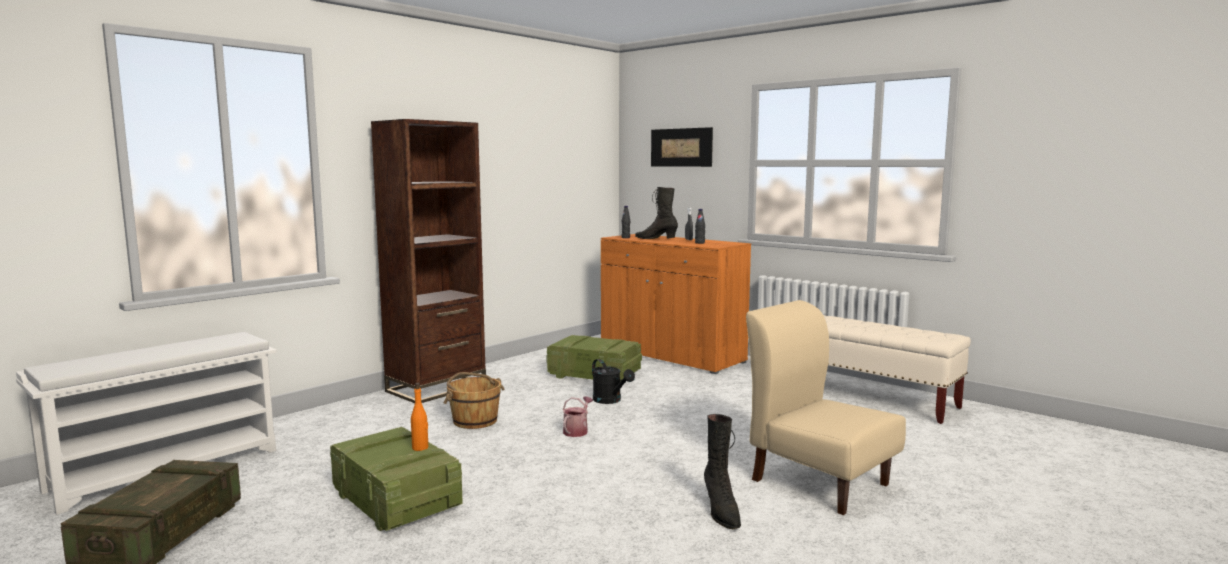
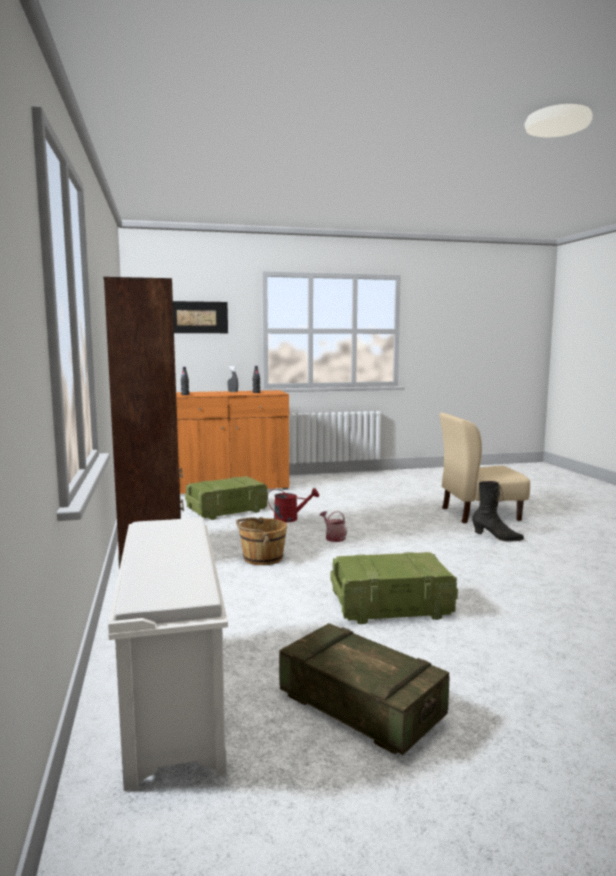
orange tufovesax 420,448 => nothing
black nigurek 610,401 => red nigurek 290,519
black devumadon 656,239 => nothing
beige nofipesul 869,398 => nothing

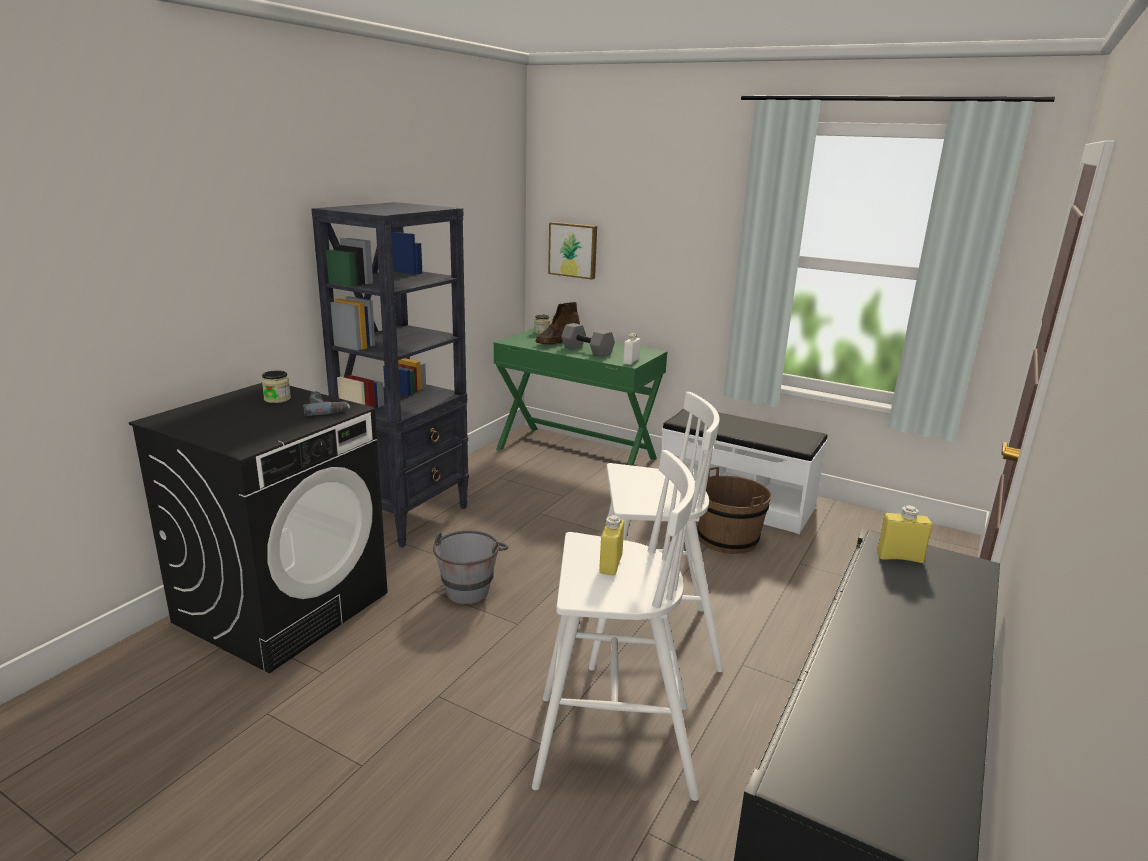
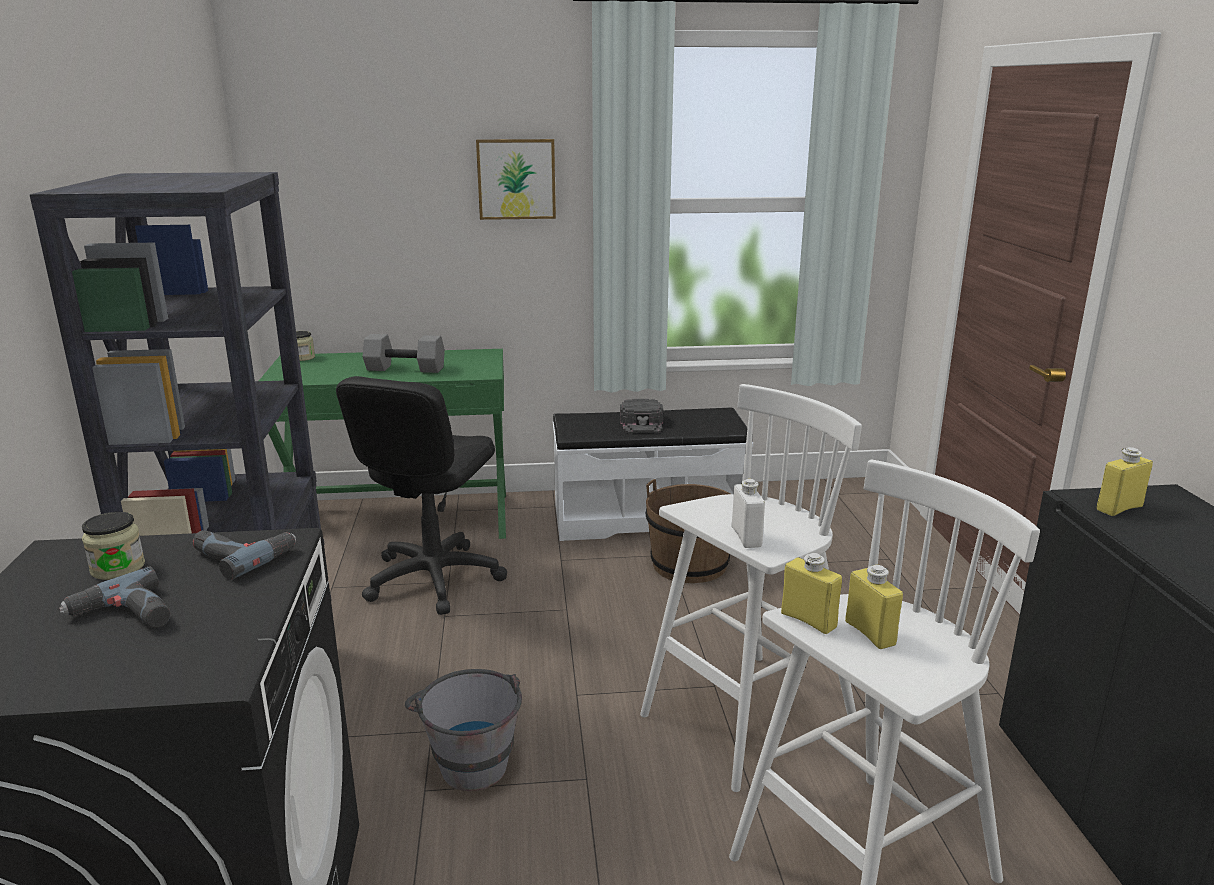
brown devumadon 558,341 => nothing
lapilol 573,250 => lapilol 516,179, move
white tufovesax 631,361 => white tufovesax 746,537, move
nothing => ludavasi 123,616
nothing => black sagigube 433,579
nothing => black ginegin 642,423
nothing => yellow tufovesax 808,620

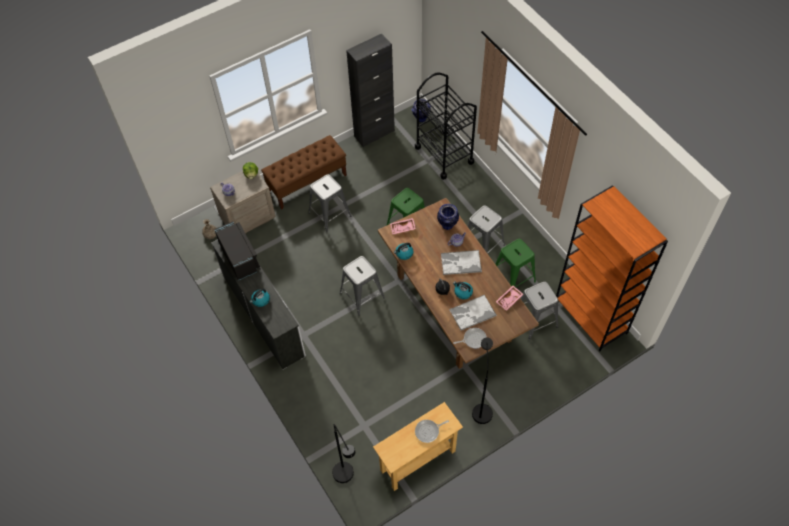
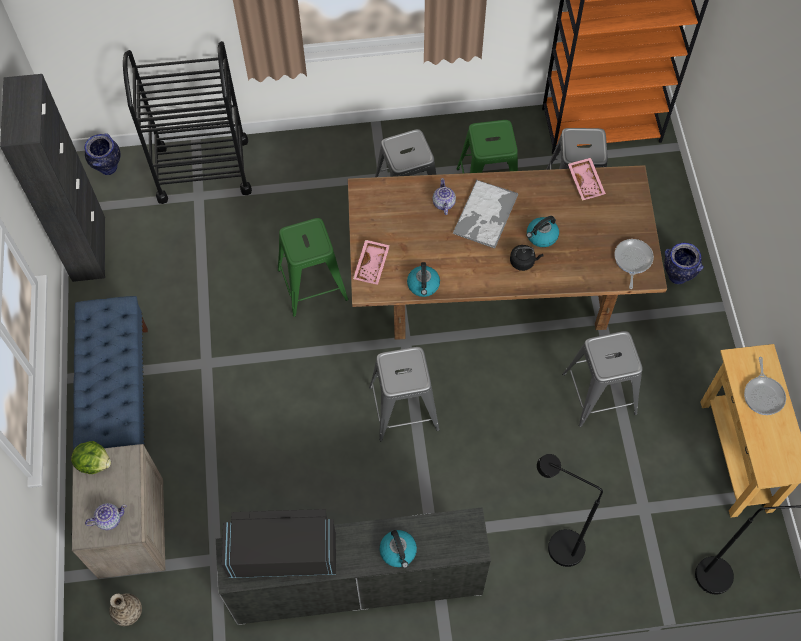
brown nofipesul 307,183 => blue nofipesul 121,397
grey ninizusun 330,214 => grey ninizusun 599,393, move
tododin 447,225 => tododin 676,276, move
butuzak 472,313 => nothing
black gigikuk 481,408 => black gigikuk 555,545, move

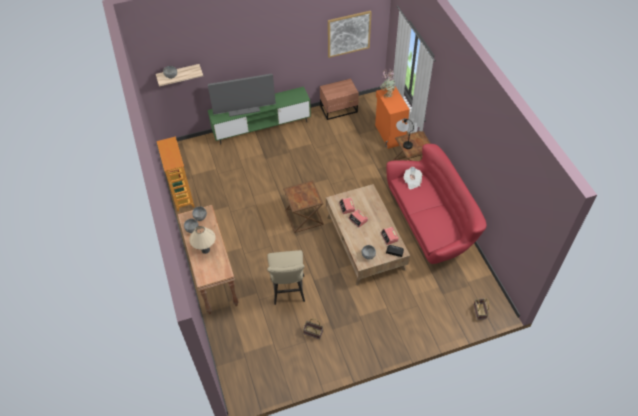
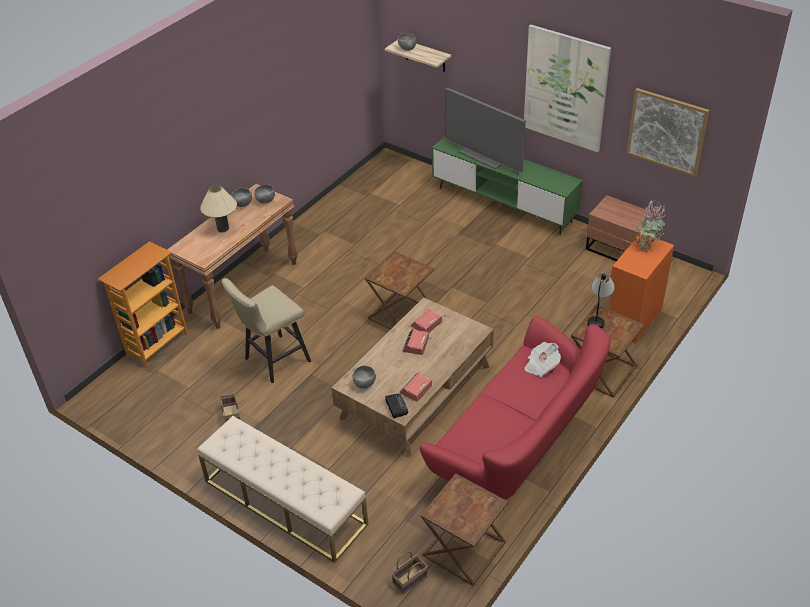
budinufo 182,196 => budinufo 157,345, move
nothing => beige nofipesul 284,502
nothing => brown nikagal 464,550
nothing => lapilol 565,88

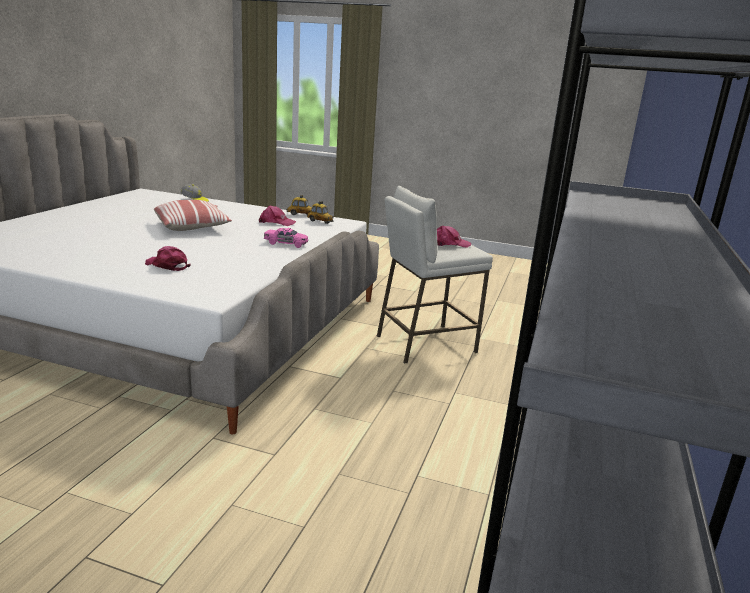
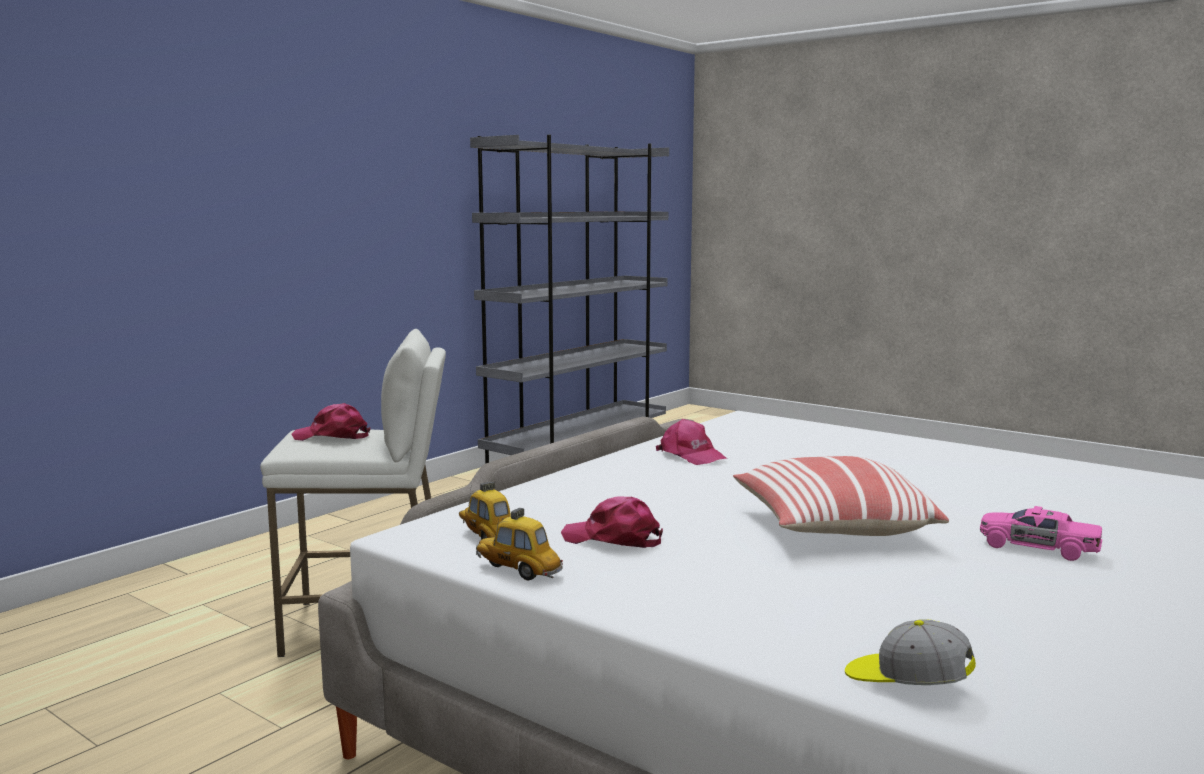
pink ginegin 167,265 => pink ginegin 691,455, move
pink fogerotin 286,244 => pink fogerotin 1038,548, move

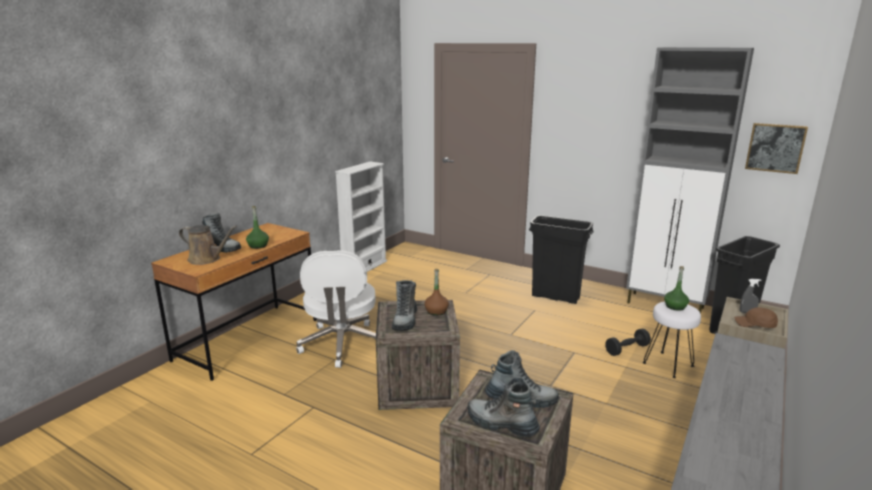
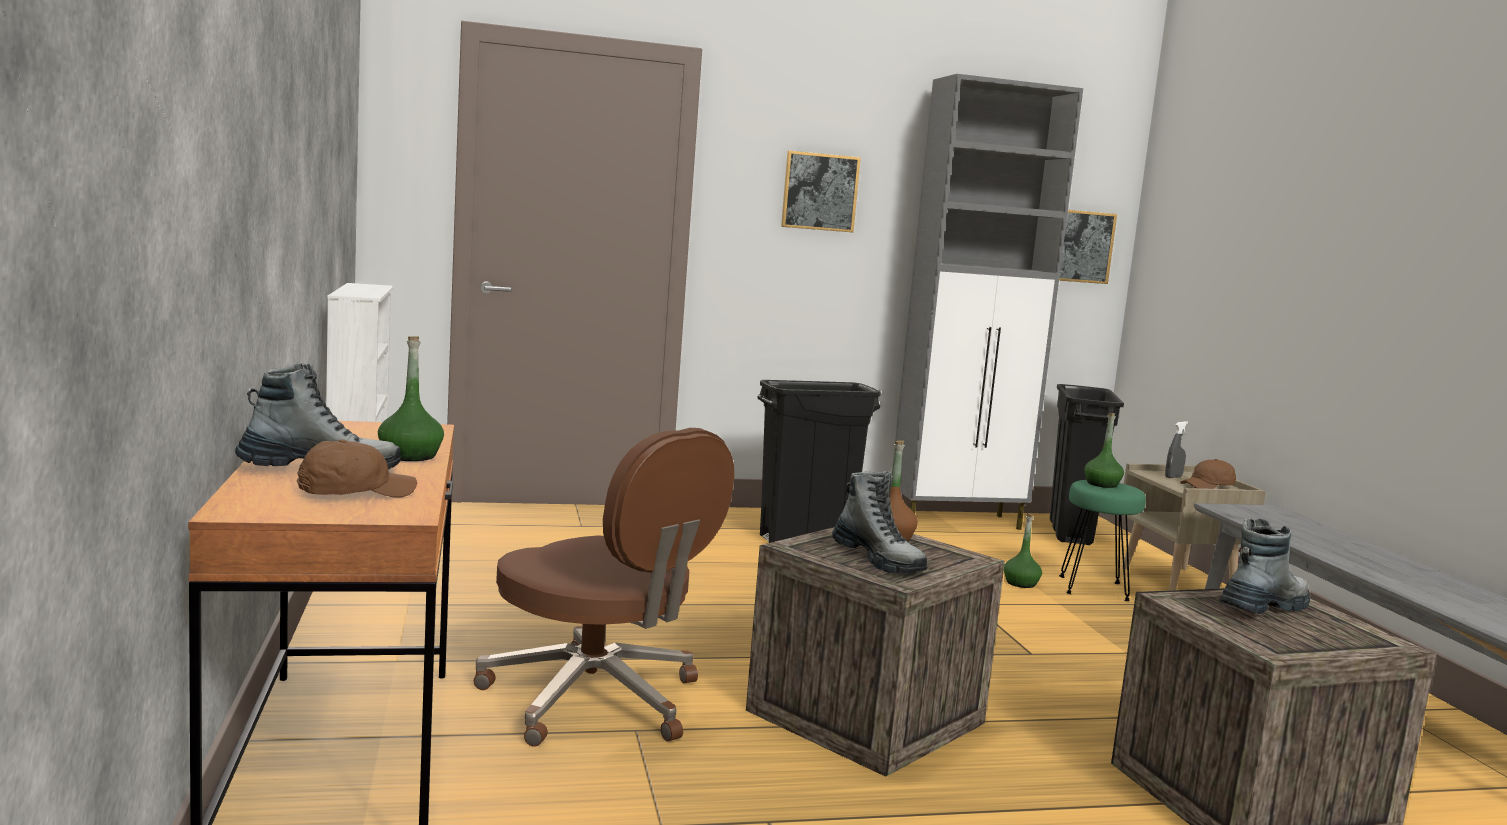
brown nigurek 207,259 => brown ginegin 355,493
white sagigube 342,344 => brown sagigube 596,701
devumadon 501,424 => nothing
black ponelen 627,349 => green tufovesax 1021,583
white ninizusun 668,365 => green ninizusun 1094,589
nothing => lapilol 820,192

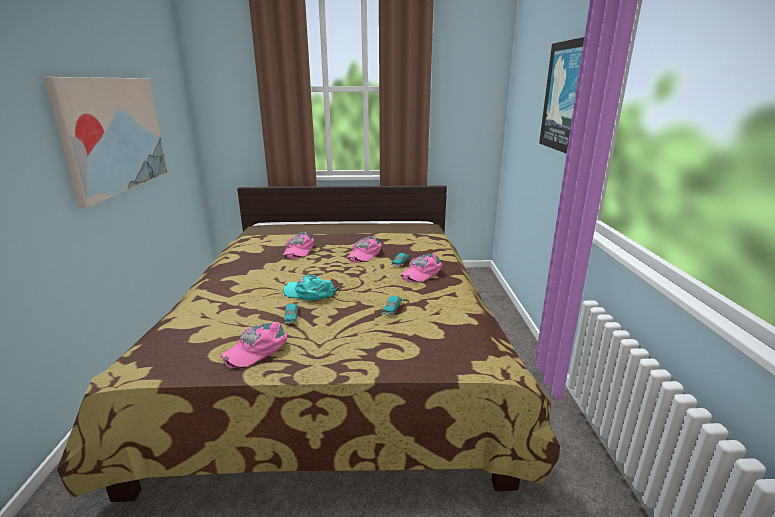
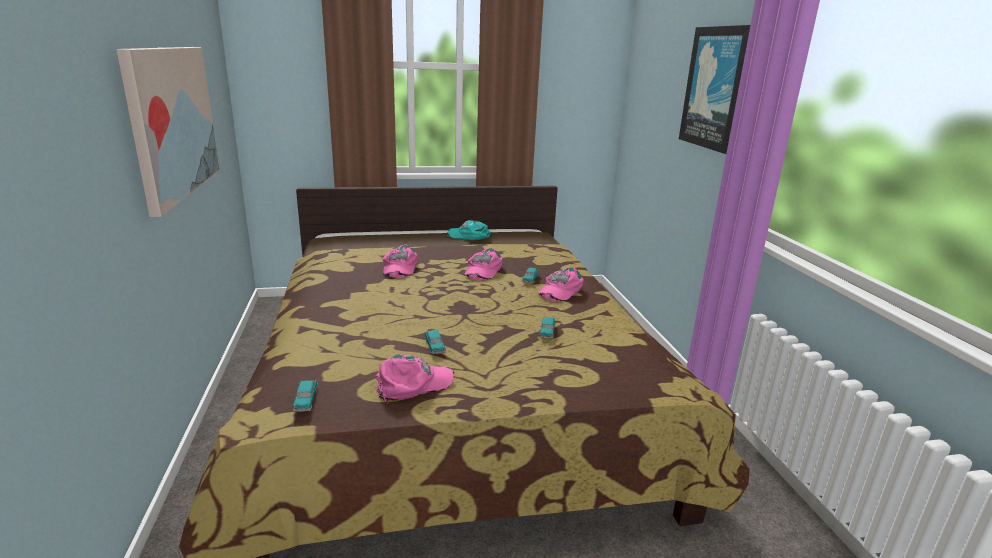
pink ginegin 256,349 => pink ginegin 413,384, 150 degrees counterclockwise
turquoise ginegin 310,293 => turquoise ginegin 469,236, move
nothing => fogerotin 305,400

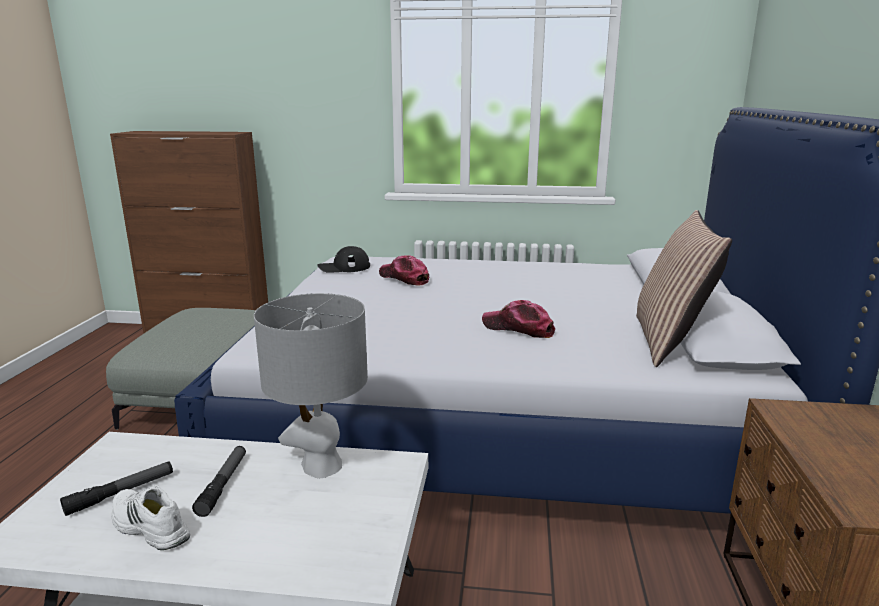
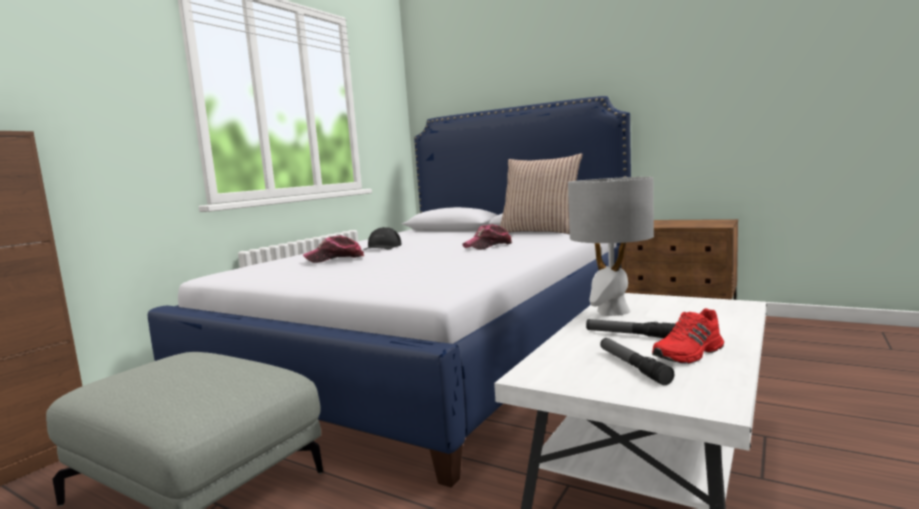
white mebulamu 148,527 => red mebulamu 690,353
black ginegin 344,267 => black ginegin 382,247, move

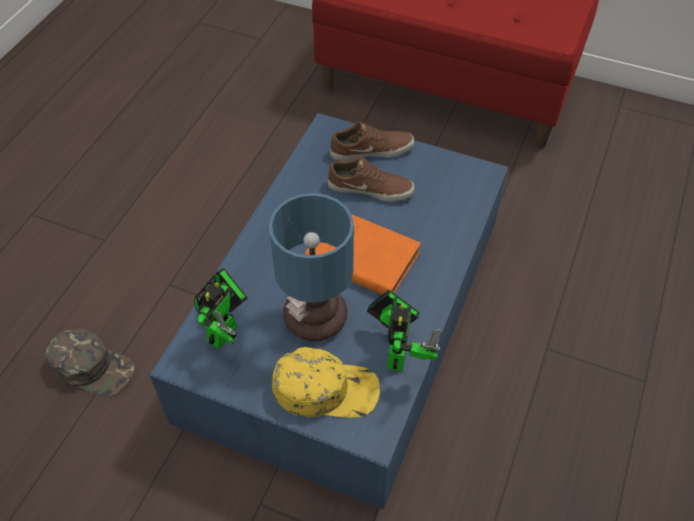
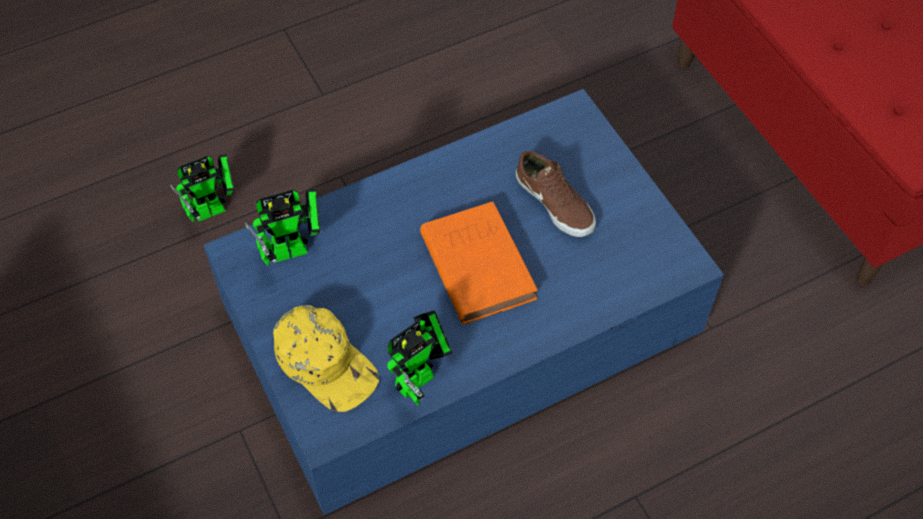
green ginegin 92,367 => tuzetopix 214,209
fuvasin 316,315 => nothing
brown mebulamu 371,149 => nothing

